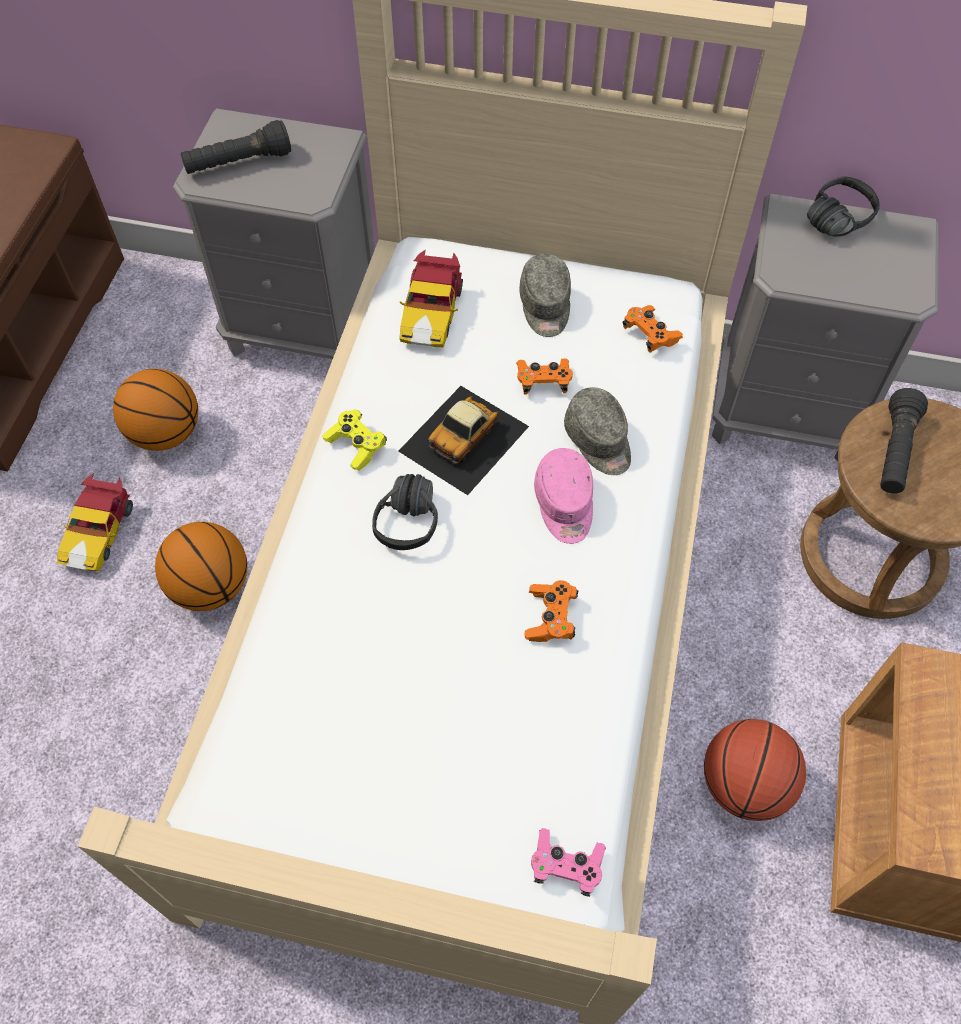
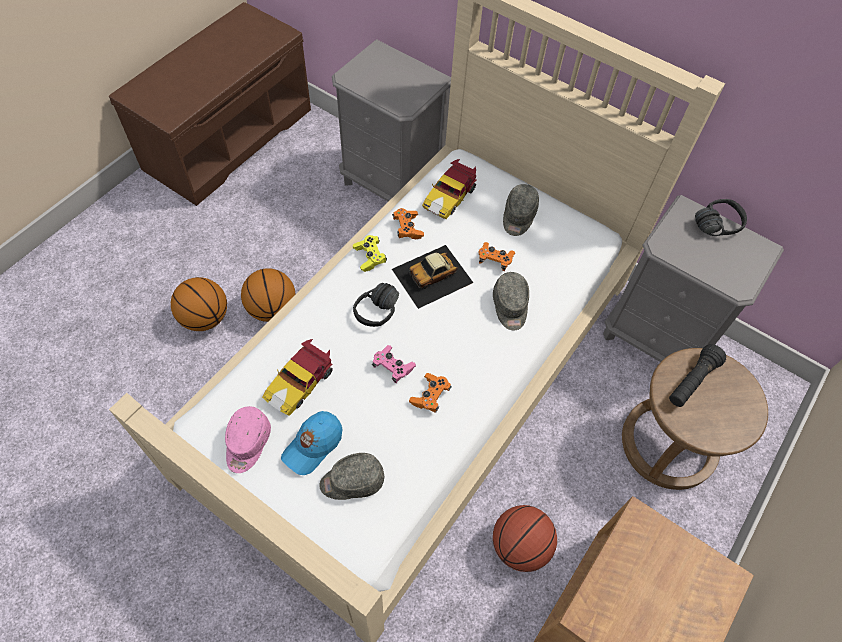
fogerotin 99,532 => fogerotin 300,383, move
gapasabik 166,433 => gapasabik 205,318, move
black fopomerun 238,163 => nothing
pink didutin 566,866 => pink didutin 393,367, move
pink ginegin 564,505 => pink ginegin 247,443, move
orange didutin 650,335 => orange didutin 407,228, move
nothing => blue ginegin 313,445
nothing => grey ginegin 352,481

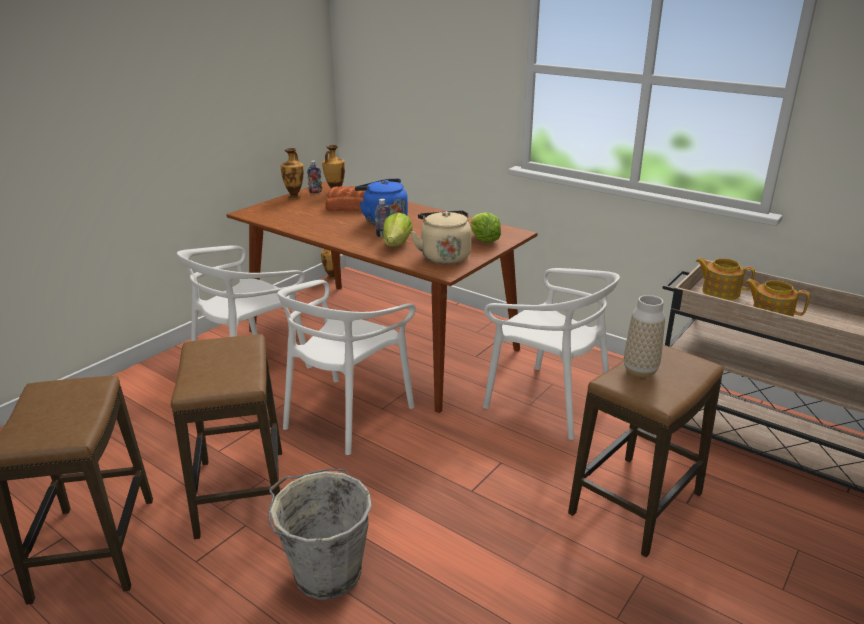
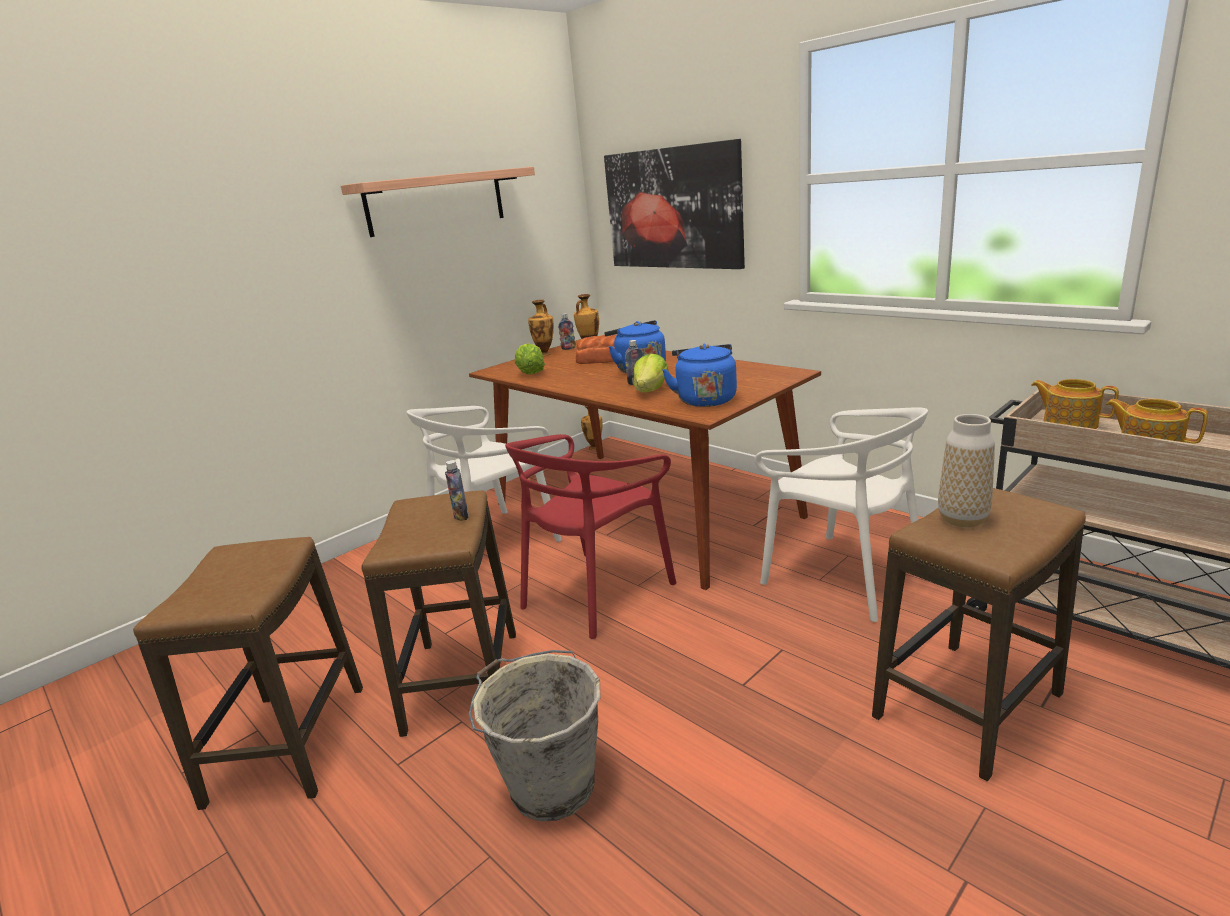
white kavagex 347,415 => red kavagex 596,593
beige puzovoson 444,256 => blue puzovoson 705,399
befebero 484,240 => befebero 530,373, move
nothing => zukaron 436,202
nothing => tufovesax 461,516
nothing => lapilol 673,208

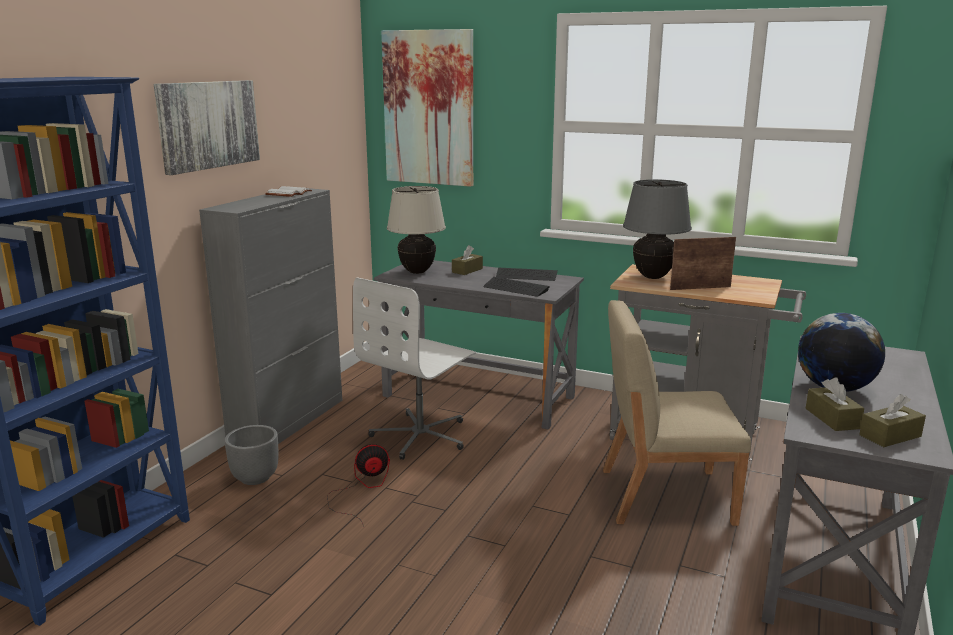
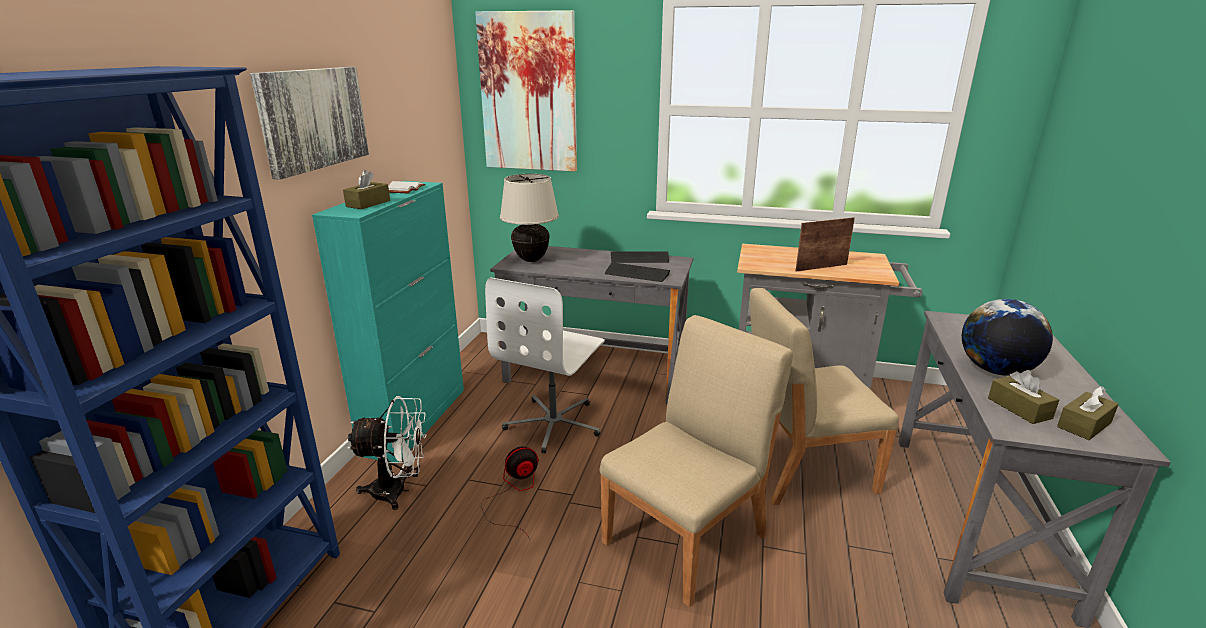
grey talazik 289,421 => turquoise talazik 416,420
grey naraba 255,477 => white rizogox 398,491
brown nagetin 467,270 => brown nagetin 368,203, move
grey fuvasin 652,276 => nothing
nothing => beige kavagex 687,538

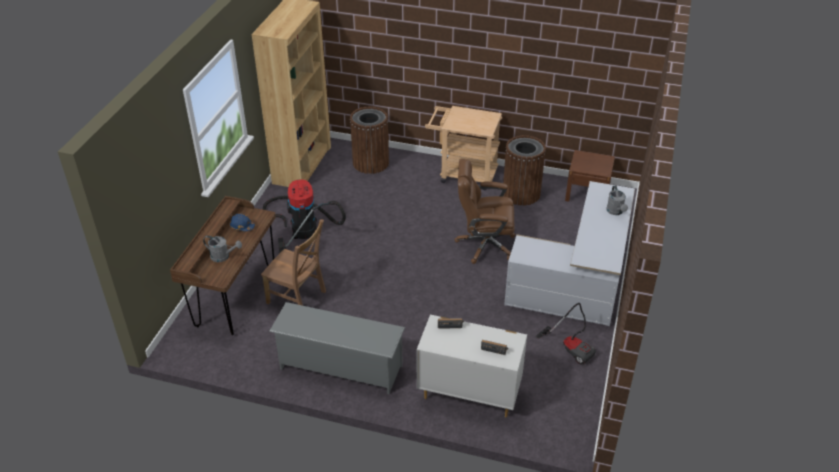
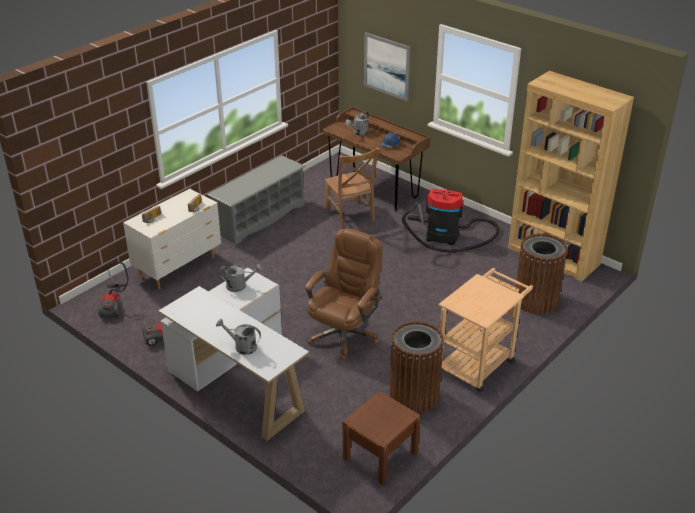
brown kavagex 298,298 => brown kavagex 350,216, 75 degrees counterclockwise
nothing => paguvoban 114,305
nothing => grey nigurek 240,286
nothing => lapilol 386,66

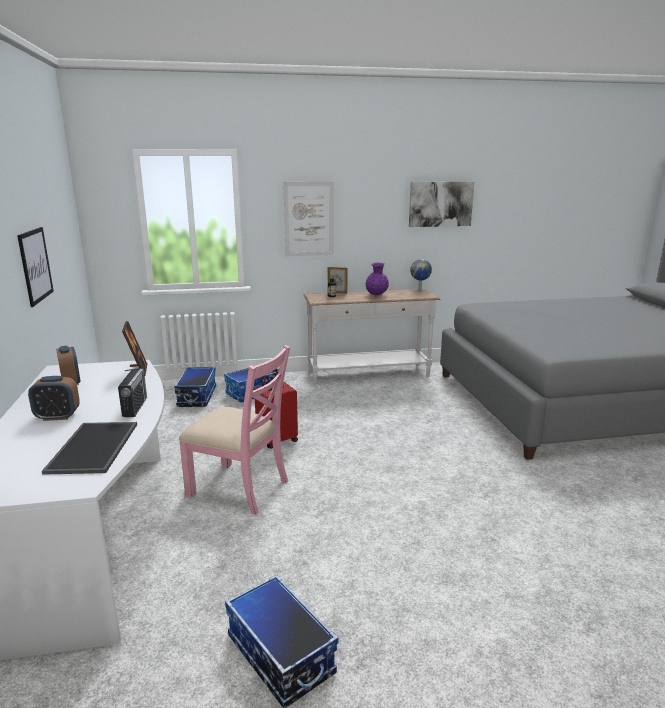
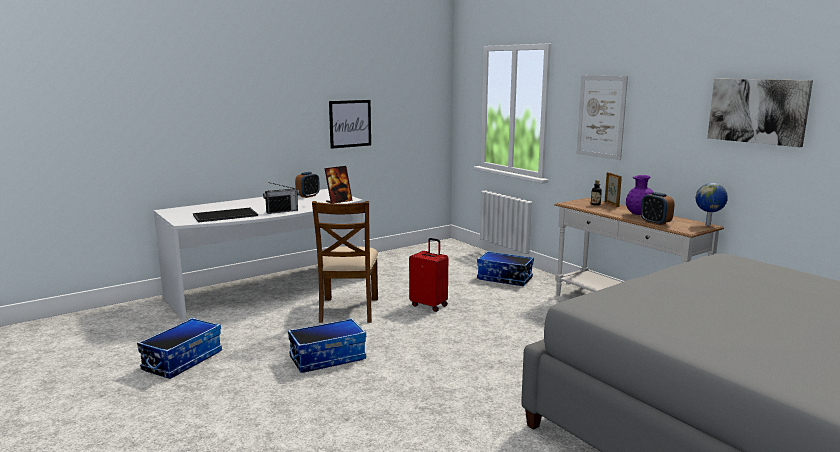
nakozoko 57,417 => nakozoko 655,223, move
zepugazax 196,396 => zepugazax 328,358, move
pink kavagex 239,488 => brown kavagex 348,310

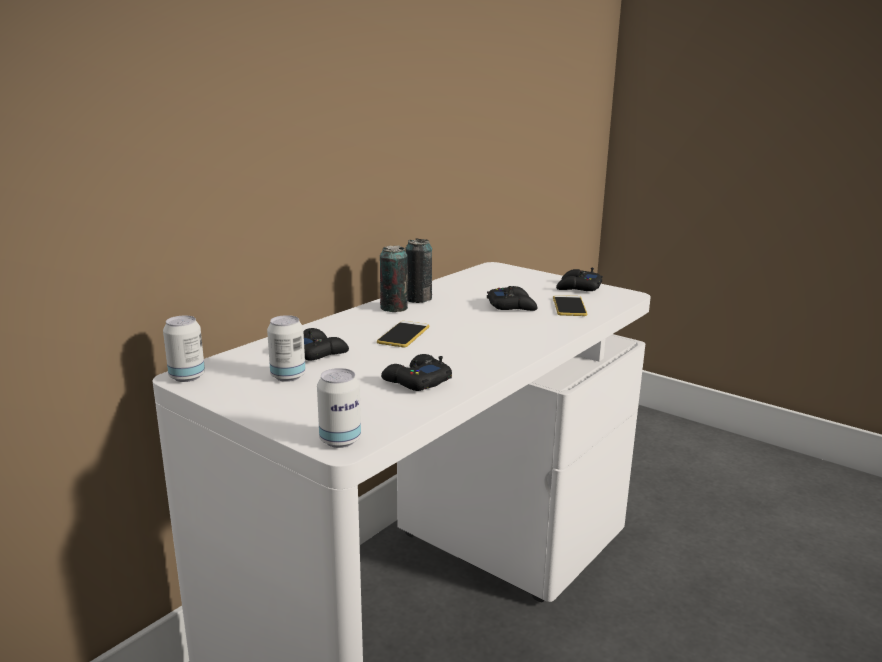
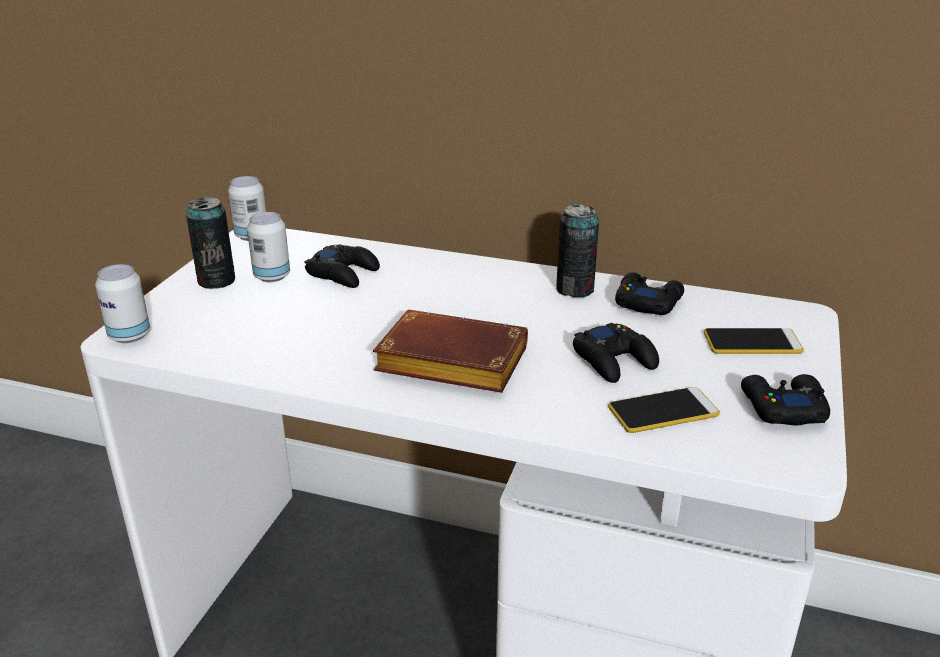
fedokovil 403,335 => fedokovil 752,342, move
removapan 394,308 => removapan 216,281, move
black didutin 416,381 => black didutin 647,302, move
nothing => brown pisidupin 447,363

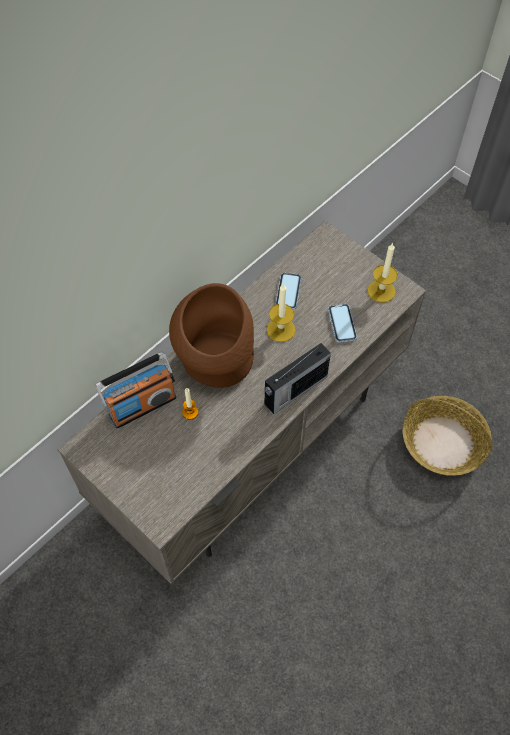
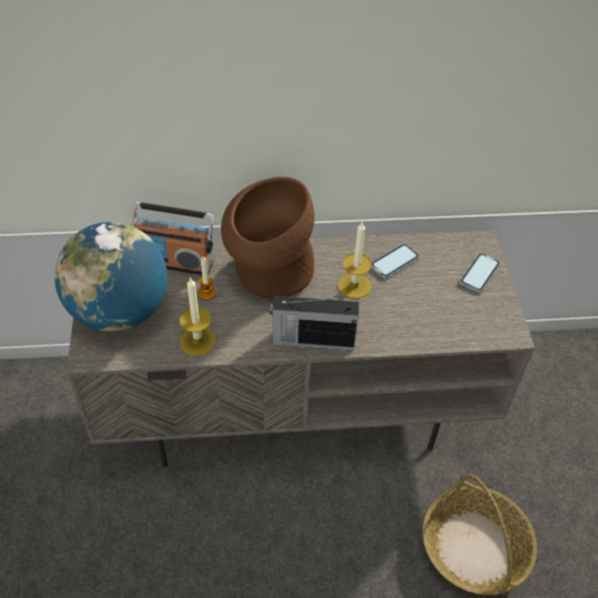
fedokovil 342,324 => fedokovil 479,273, move
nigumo 381,291 => nigumo 198,341, move
nothing => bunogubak 120,312

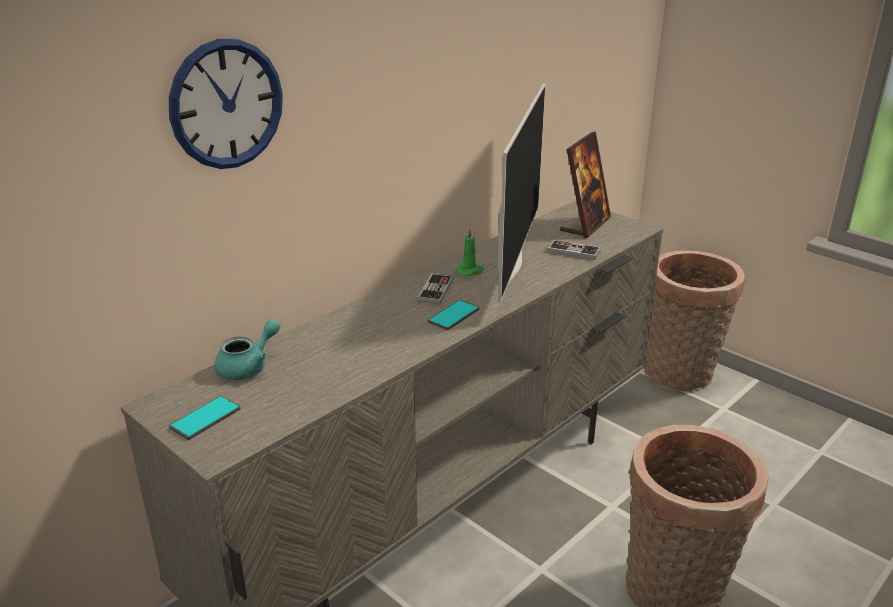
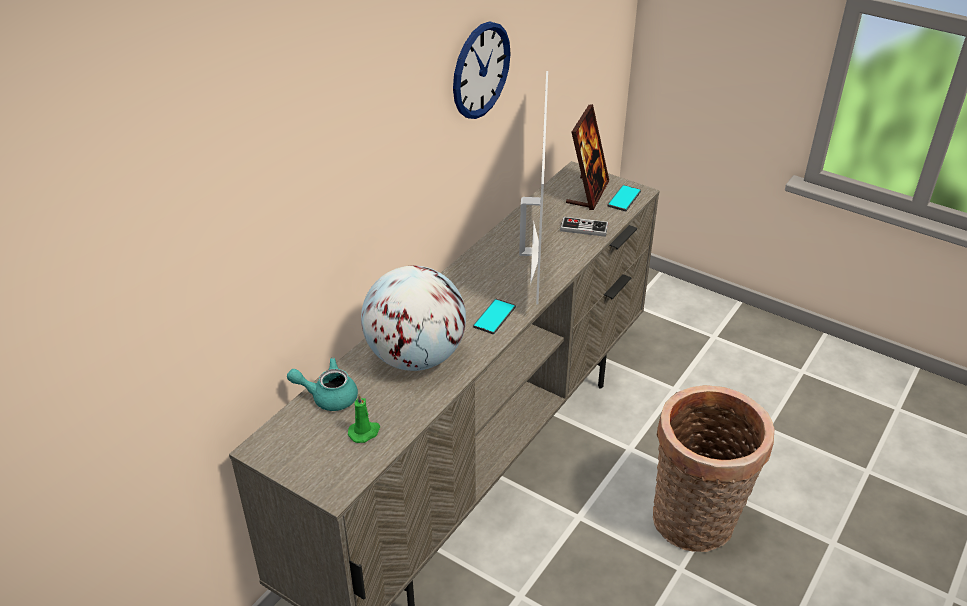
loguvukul 227,104 => loguvukul 481,70, move
fedokovil 205,418 => fedokovil 624,199, move
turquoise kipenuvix 249,367 => turquoise kipenuvix 328,396, 120 degrees counterclockwise
didutin 435,290 => nothing
green nigumo 470,271 => green nigumo 364,432, move
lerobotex 680,376 => nothing
nothing => bunogubak 415,357

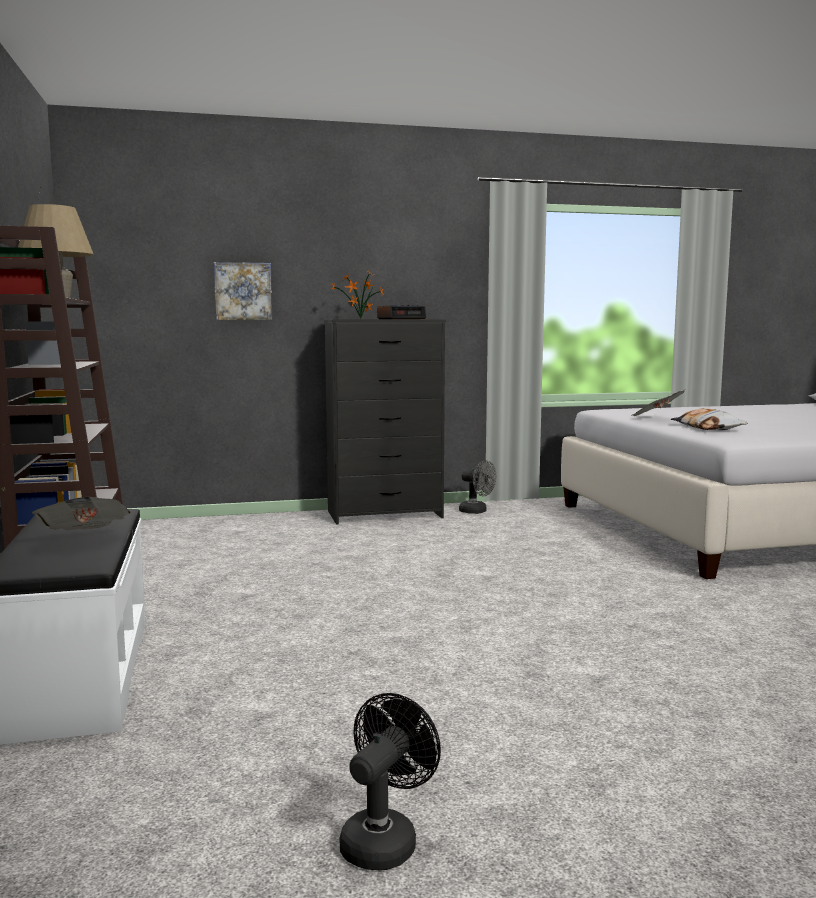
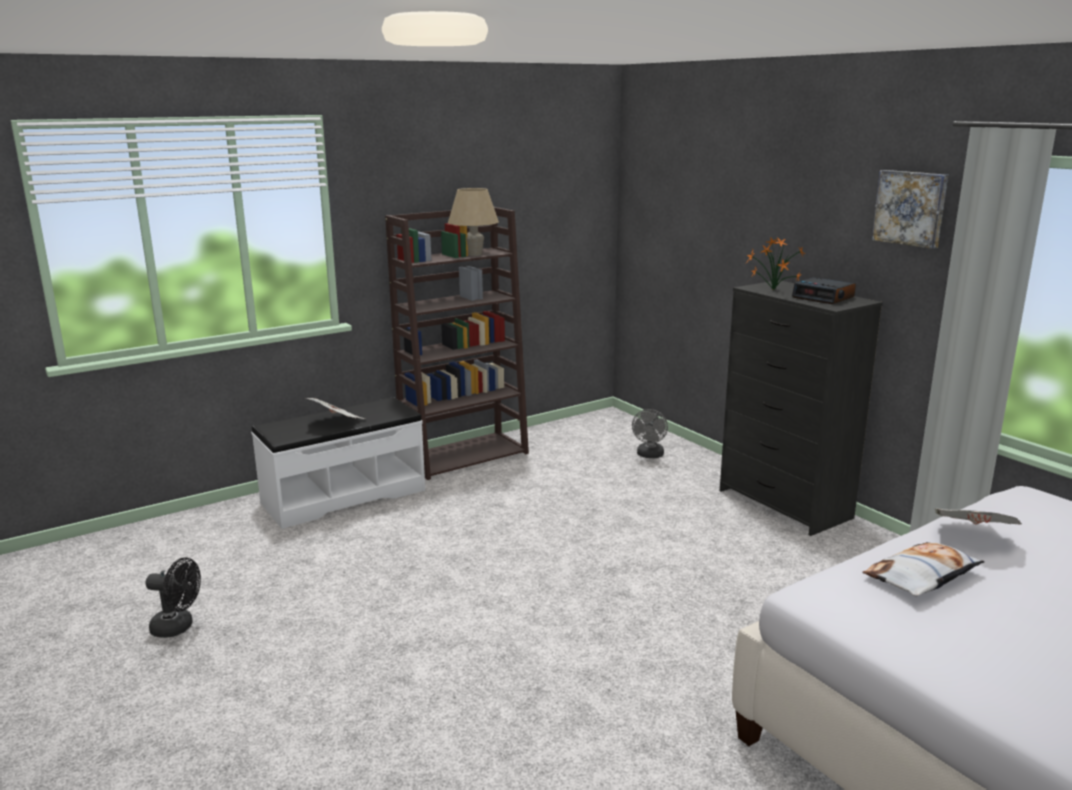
lapilol 243,291 => lapilol 910,208, move
grey rizogox 477,511 => grey rizogox 649,455, move

